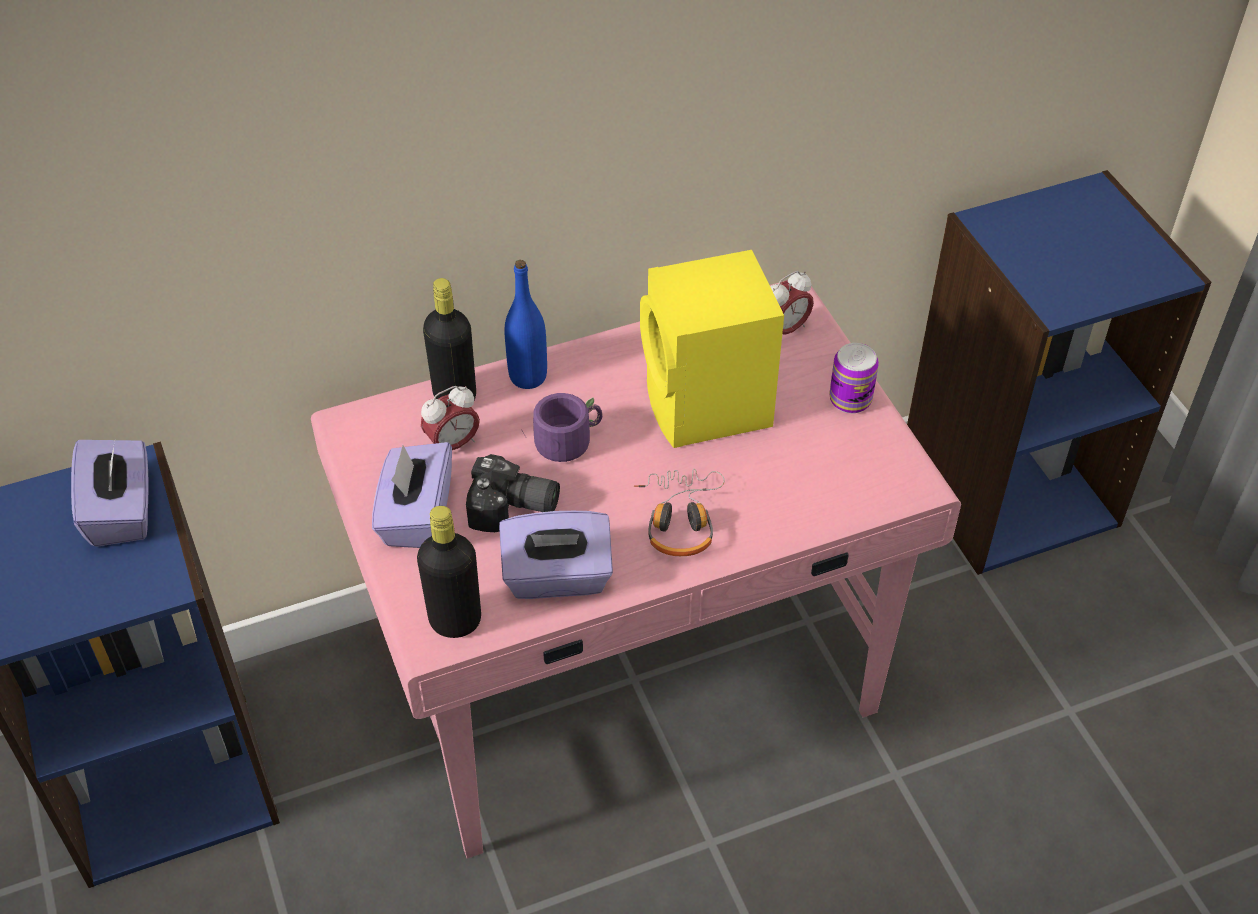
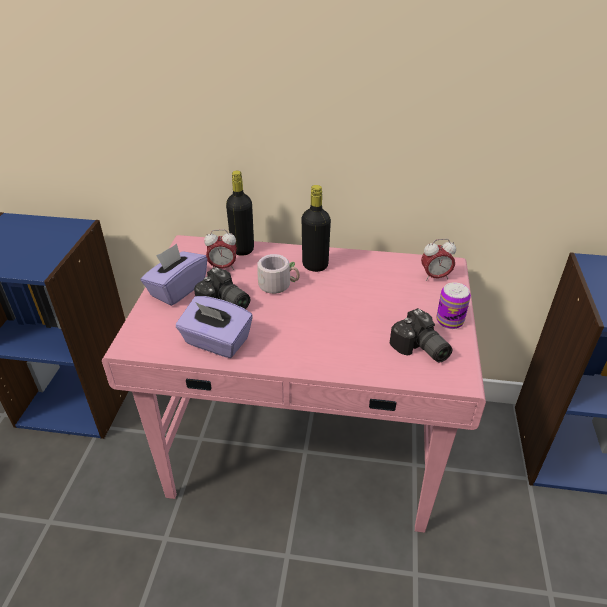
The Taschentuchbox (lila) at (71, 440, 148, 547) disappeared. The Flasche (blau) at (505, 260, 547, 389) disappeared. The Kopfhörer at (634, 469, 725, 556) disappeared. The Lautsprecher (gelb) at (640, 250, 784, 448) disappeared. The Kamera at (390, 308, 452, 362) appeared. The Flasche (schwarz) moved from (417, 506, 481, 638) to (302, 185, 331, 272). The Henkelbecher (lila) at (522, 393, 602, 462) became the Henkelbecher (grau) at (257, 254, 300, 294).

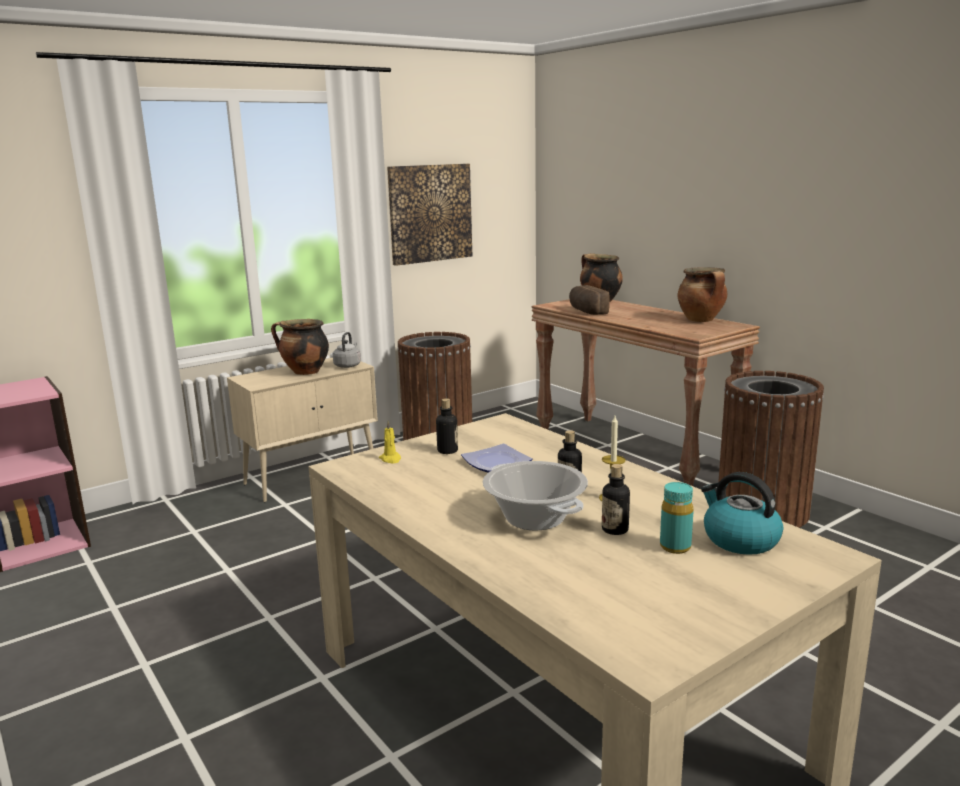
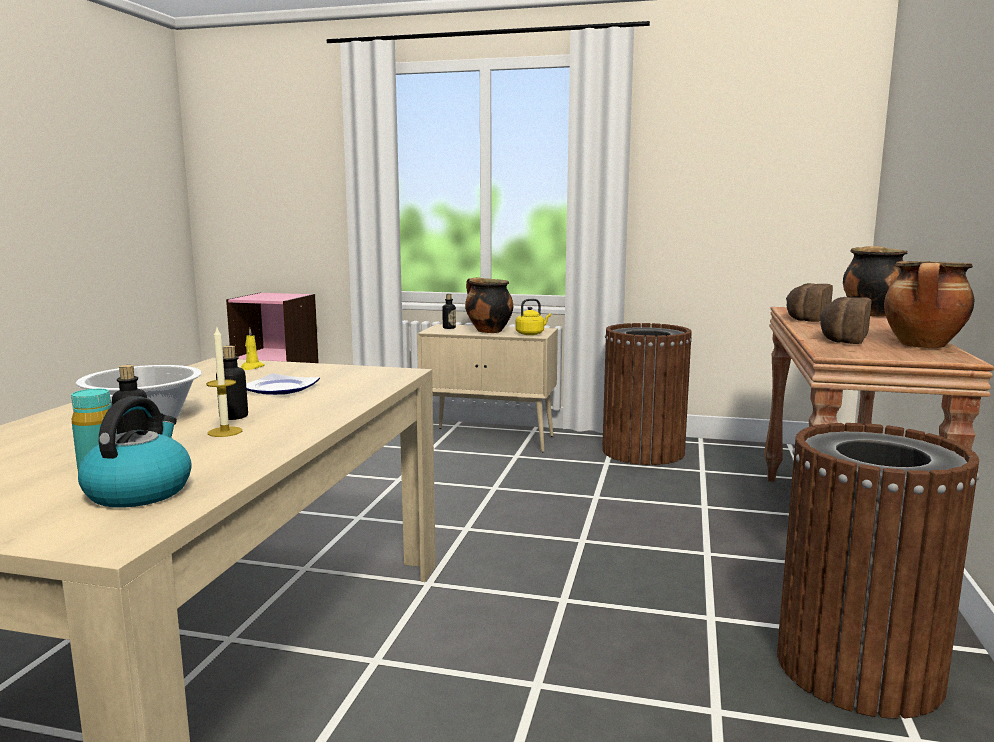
The Bild at (387, 164, 472, 266) disappeared. The Brot at (819, 297, 872, 344) appeared. The Flasche moved from (436, 398, 458, 454) to (442, 294, 456, 329). The Wasserkessel (grau) at (333, 332, 361, 368) became the Wasserkessel (gelb) at (516, 299, 551, 335).

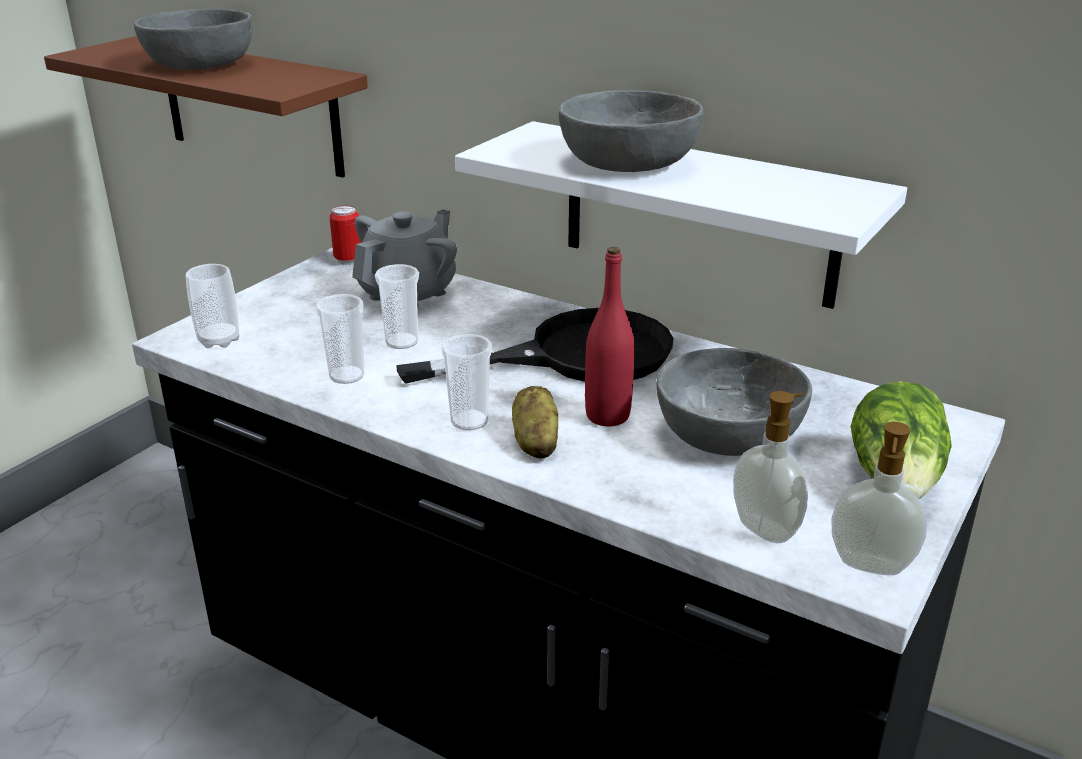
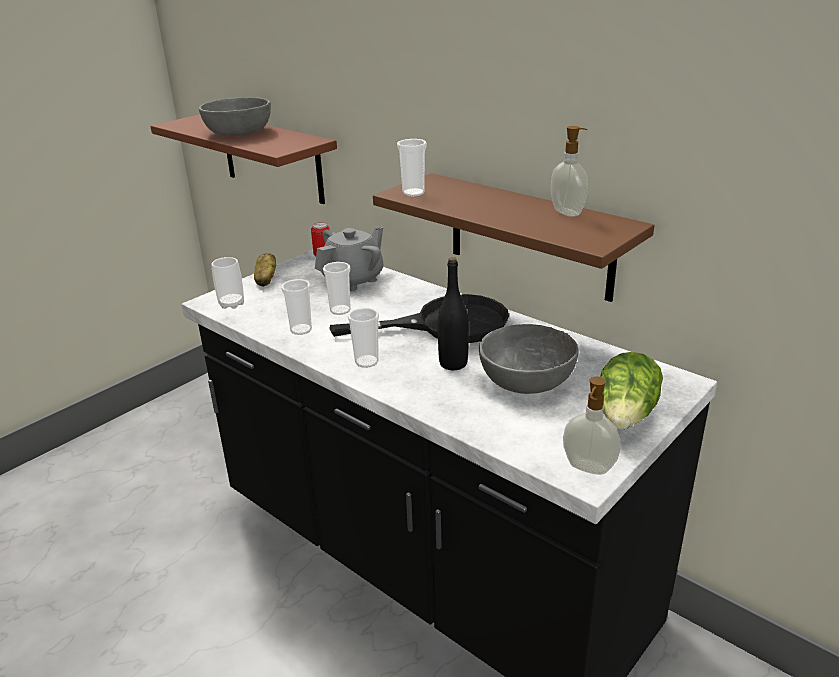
The Schüssel (grau) at (558, 90, 703, 172) disappeared. The Tasse at (397, 139, 427, 196) appeared. The Kartoffel moved from (512, 386, 558, 458) to (254, 253, 276, 287). The Seifenspender moved from (733, 391, 808, 543) to (551, 126, 588, 217). The Wandregal (weiß) at (455, 121, 907, 309) became the Wandregal (braun) at (373, 173, 654, 302). The Flasche (rot) at (585, 247, 635, 426) became the Flasche (schwarz) at (438, 257, 469, 370).

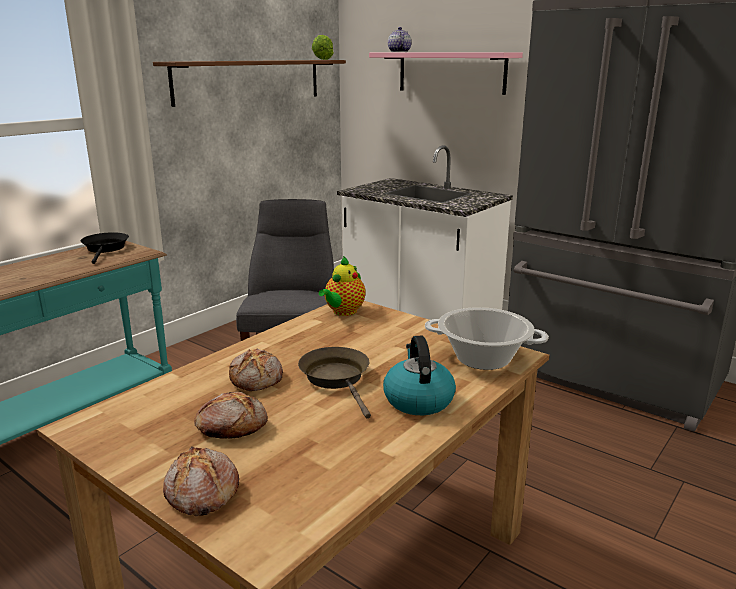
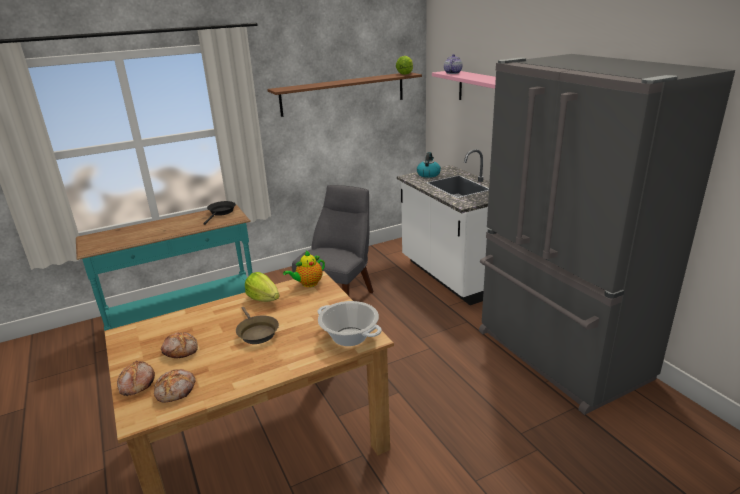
The Salatkopf at (245, 272, 279, 302) appeared. The Brot moved from (229, 349, 283, 391) to (154, 369, 196, 402). The Wasserkessel moved from (383, 336, 456, 415) to (417, 152, 441, 178). The Pfanne (braun) at (298, 347, 371, 419) turned 150 degrees clockwise.

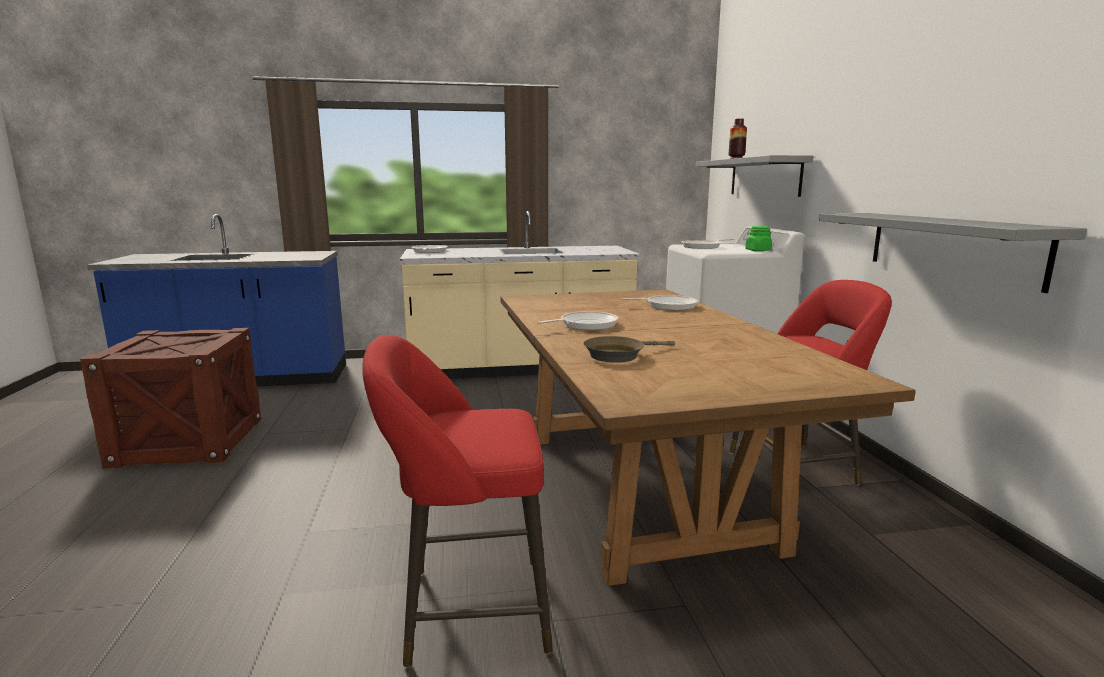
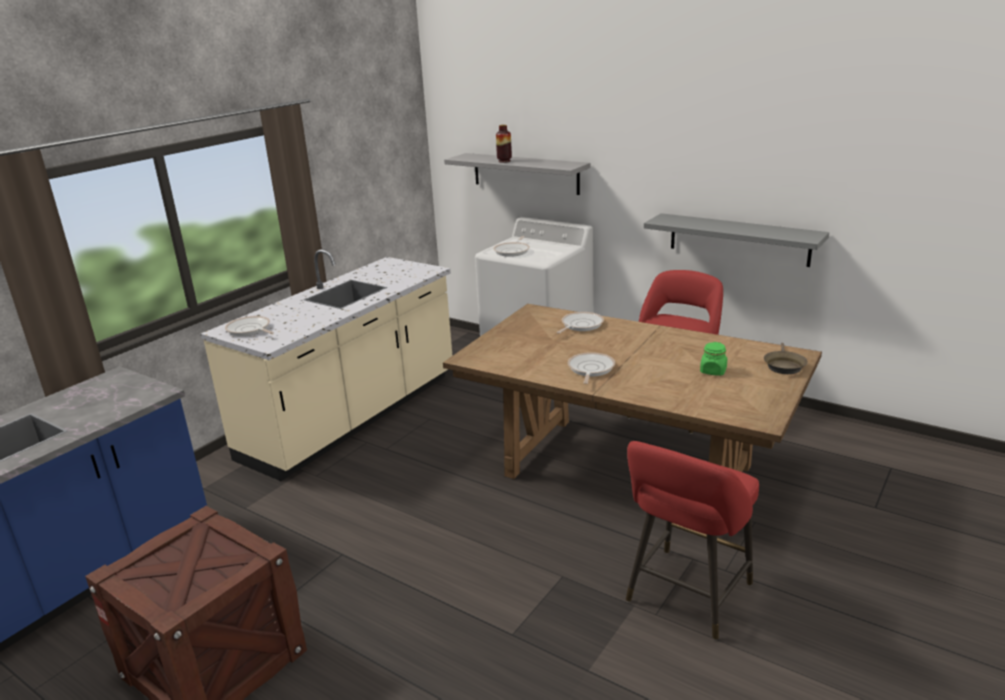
The Pfanne (braun) moved from (583, 336, 675, 363) to (764, 343, 808, 374). The Vorratsglas (grün) moved from (745, 226, 772, 252) to (700, 342, 727, 376).

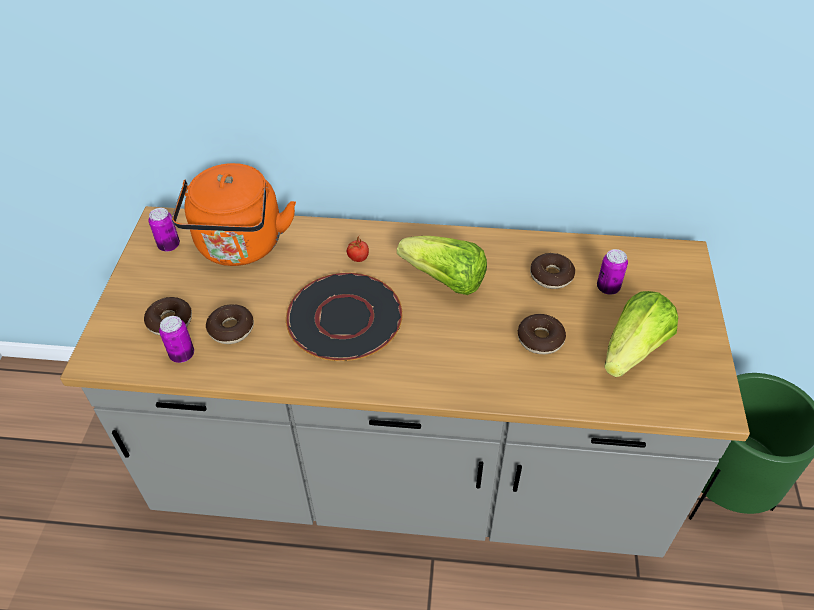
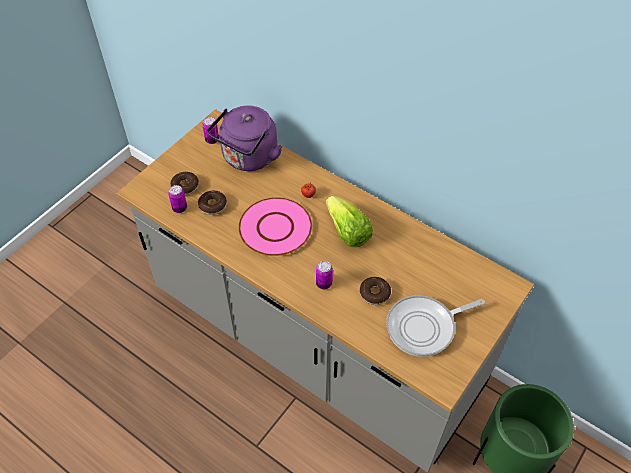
The Donut at (530, 253, 575, 289) disappeared. The Dose moved from (597, 249, 628, 295) to (316, 261, 333, 289). The Salatkopf at (604, 291, 678, 377) was replaced by the Pfanne at (387, 295, 485, 357). The Wasserkessel (orange) at (172, 163, 296, 266) became the Wasserkessel (lila) at (207, 106, 283, 171). The Teller (schwarz) at (286, 273, 403, 361) became the Teller (rosa) at (238, 197, 312, 256).

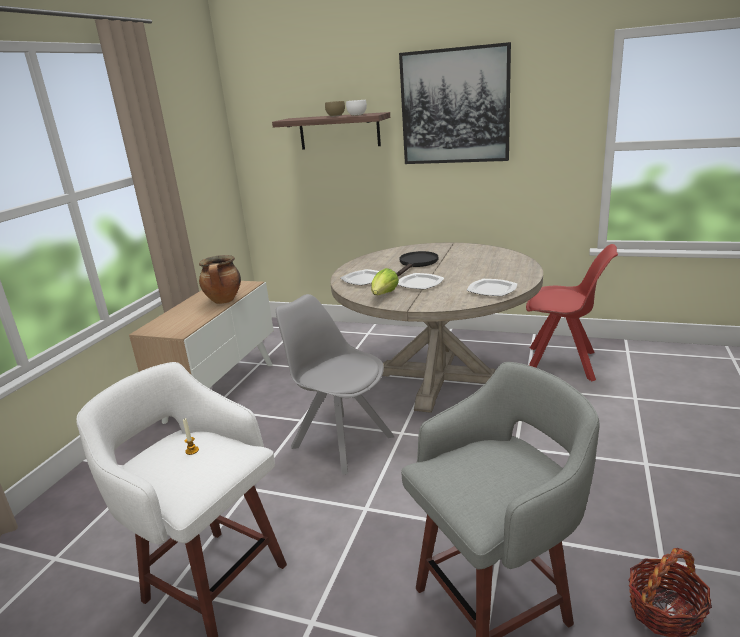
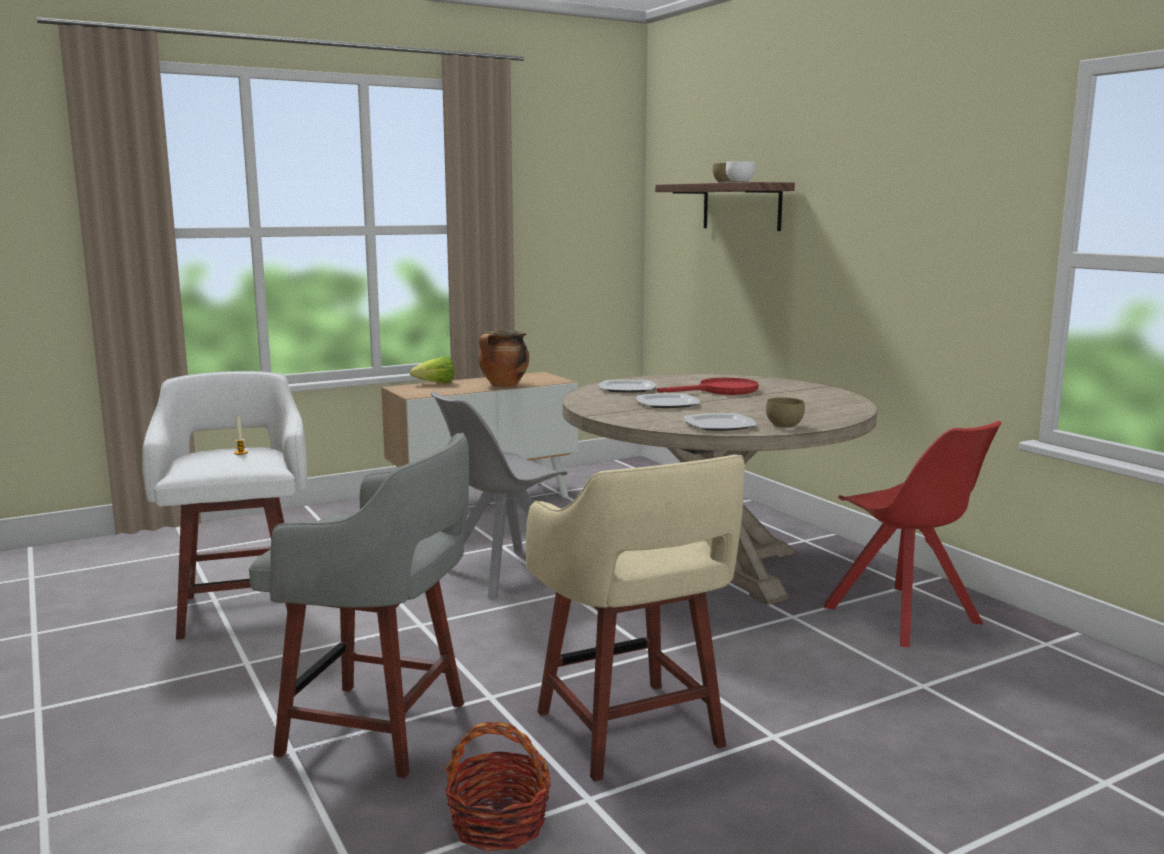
The Bild at (399, 42, 511, 164) disappeared. The Hocker (beige) at (526, 455, 745, 781) appeared. The Schüssel (braun) at (766, 397, 805, 428) appeared. The Salatkopf moved from (371, 268, 399, 295) to (410, 356, 454, 383). The Pfanne (schwarz) at (396, 251, 438, 276) became the Pfanne (rot) at (657, 378, 759, 395). The Stuhl (grau) at (276, 294, 394, 475) turned 120 degrees counterclockwise.

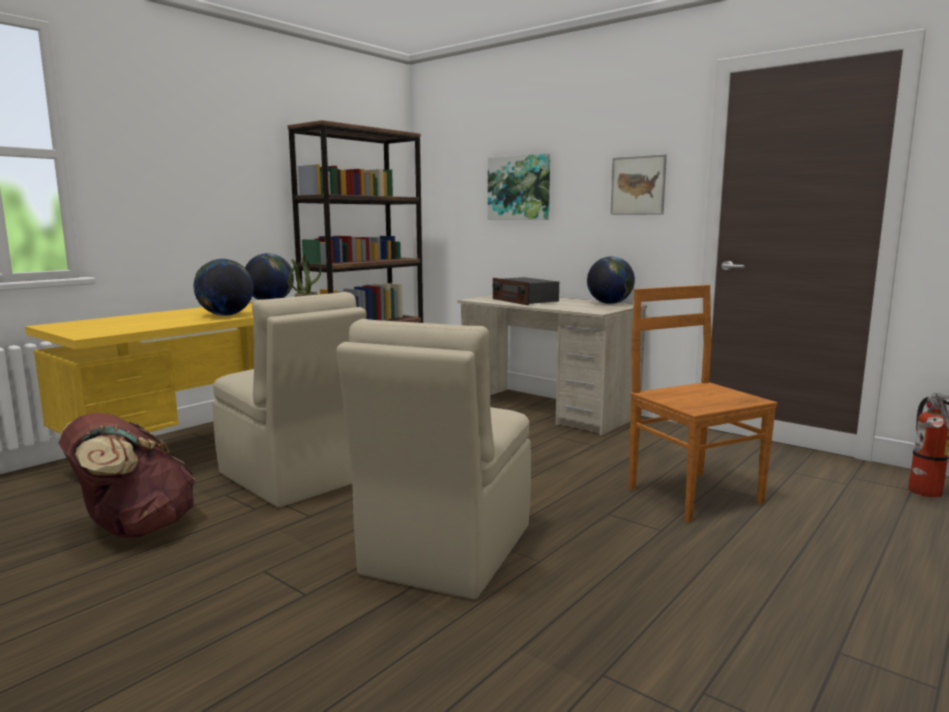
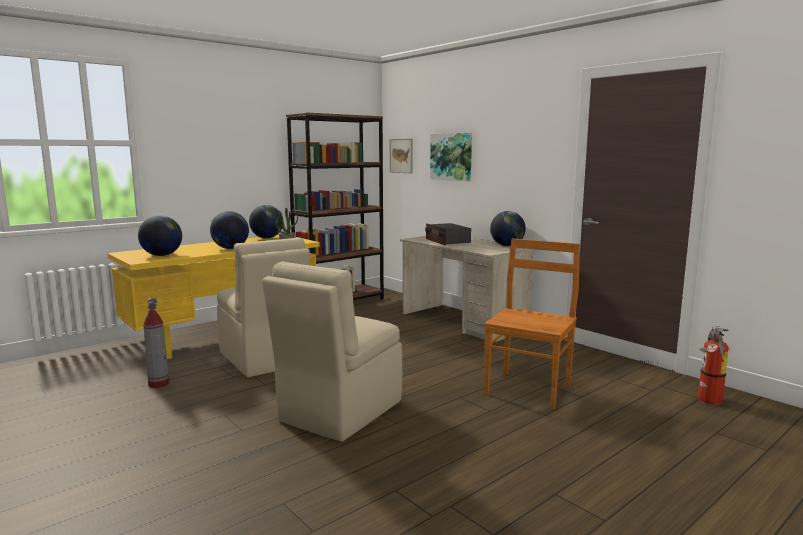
The Globus at (138, 215, 182, 256) appeared. The Bild moved from (610, 154, 667, 215) to (390, 139, 413, 173). The Rucksack (braun) at (59, 413, 196, 538) was replaced by the Feuerlöscher at (143, 297, 169, 388). The Stuhl (braun) at (629, 285, 778, 522) turned 45 degrees clockwise.

